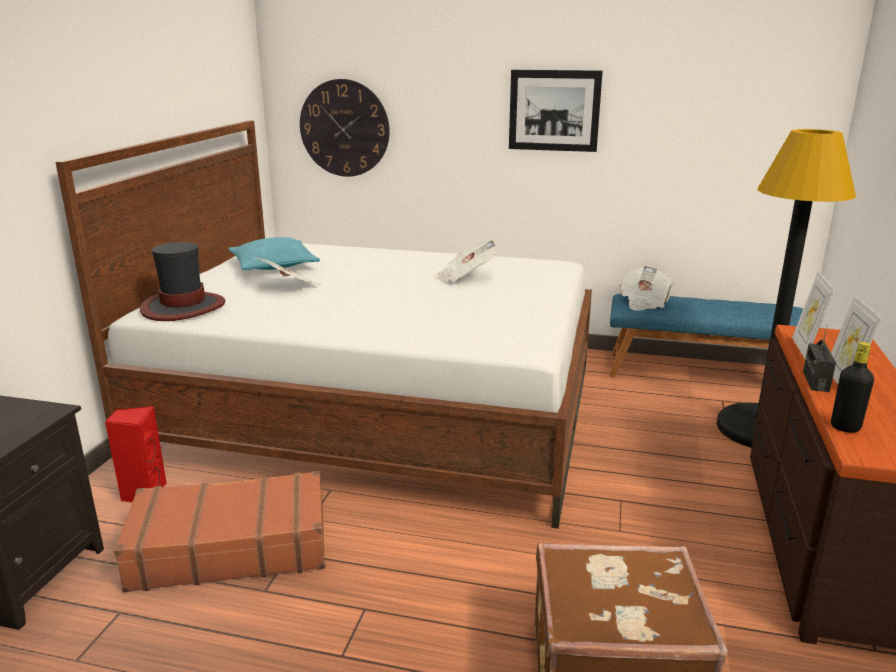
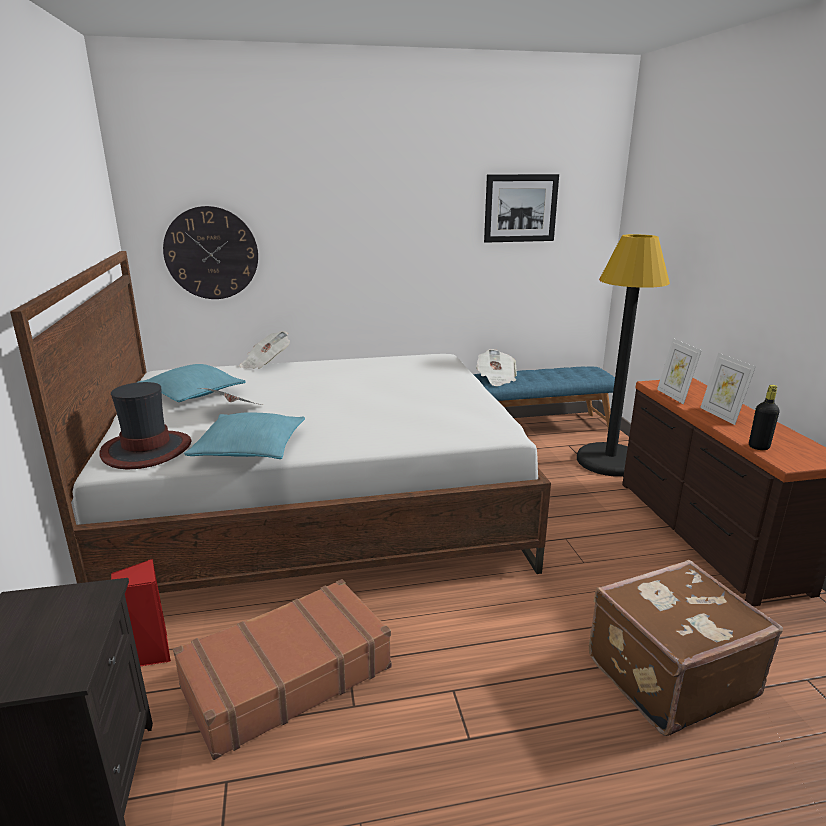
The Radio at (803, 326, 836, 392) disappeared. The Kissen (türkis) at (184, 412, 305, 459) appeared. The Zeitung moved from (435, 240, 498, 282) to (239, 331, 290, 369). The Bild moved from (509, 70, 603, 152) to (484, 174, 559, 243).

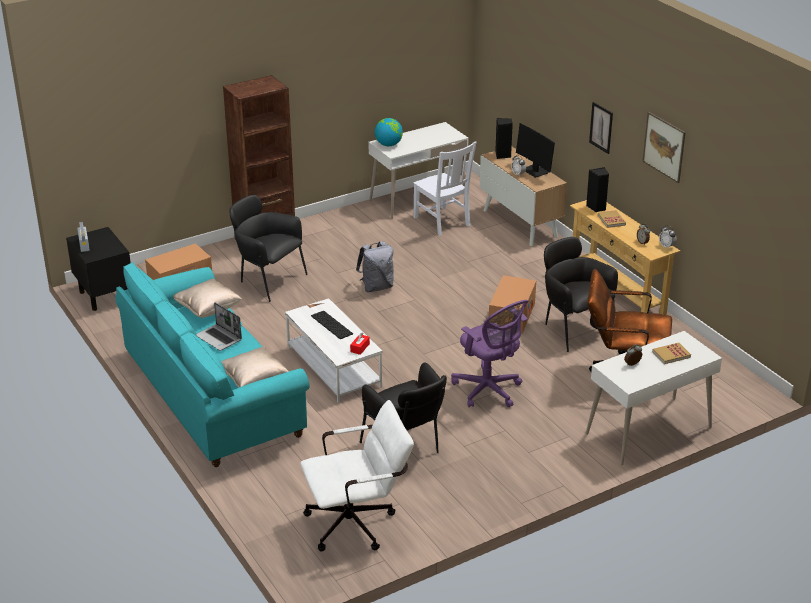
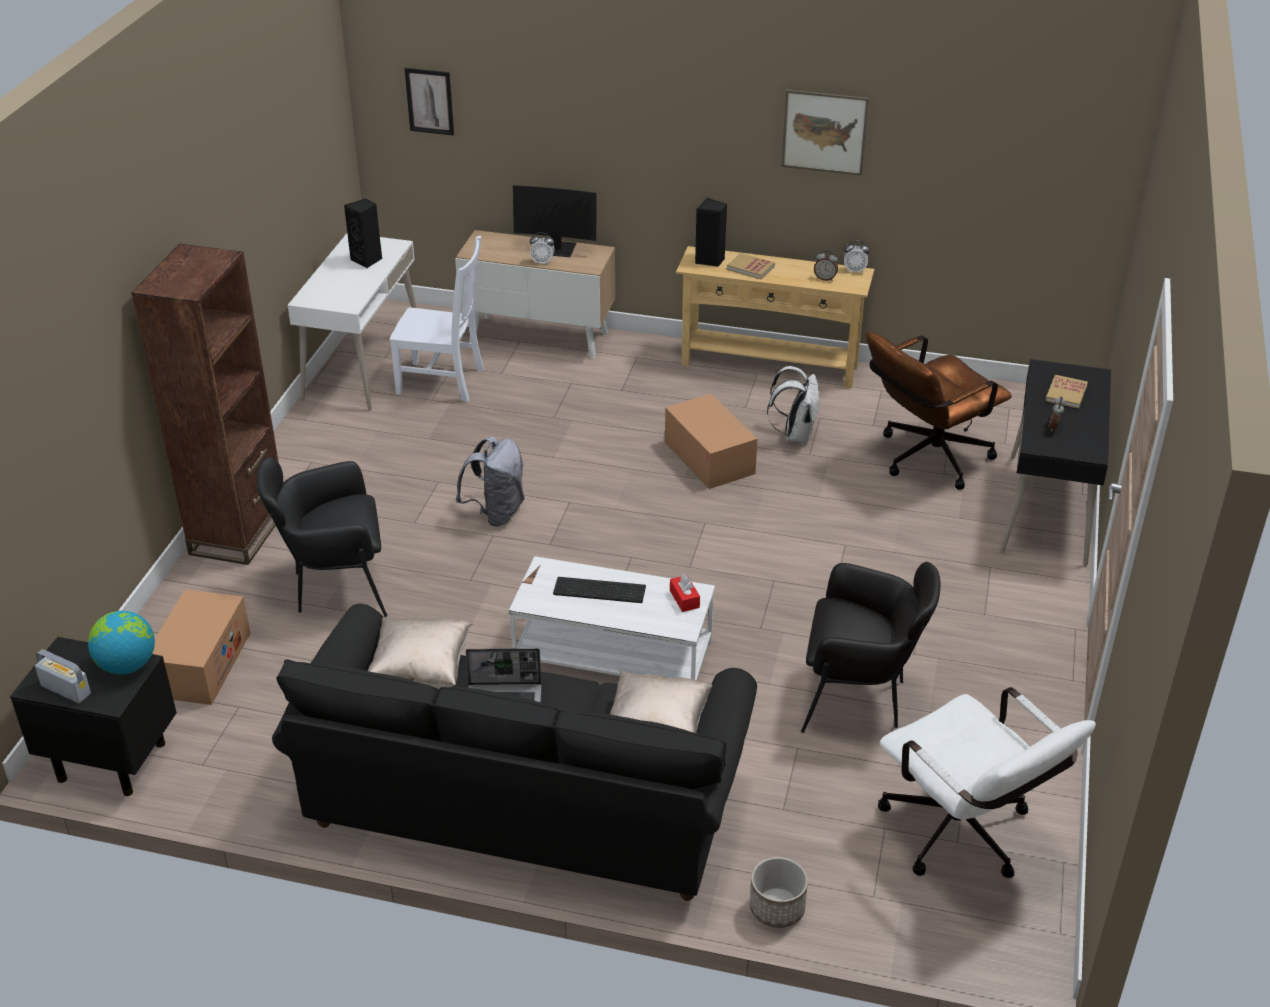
The Bürostuhl (lila) at (451, 300, 529, 407) disappeared. The Pflanzkübel at (750, 857, 808, 928) appeared. The Globus moved from (375, 118, 403, 146) to (88, 611, 155, 674). The Lautsprecher (schwarz) moved from (495, 118, 513, 159) to (344, 198, 383, 269). The Bild moved from (589, 102, 613, 154) to (405, 68, 454, 136). The Sessel (schwarz) at (544, 237, 618, 352) was replaced by the Rucksack (weiß) at (767, 366, 820, 444). The Sofa (türkis) at (115, 262, 310, 467) became the Sofa (schwarz) at (272, 604, 757, 901). The Schreibtisch (weiß) at (586, 331, 722, 465) became the Schreibtisch (schwarz) at (1000, 359, 1111, 566). The Bürostuhl (weiß) at (300, 400, 414, 552) turned 120 degrees clockwise.

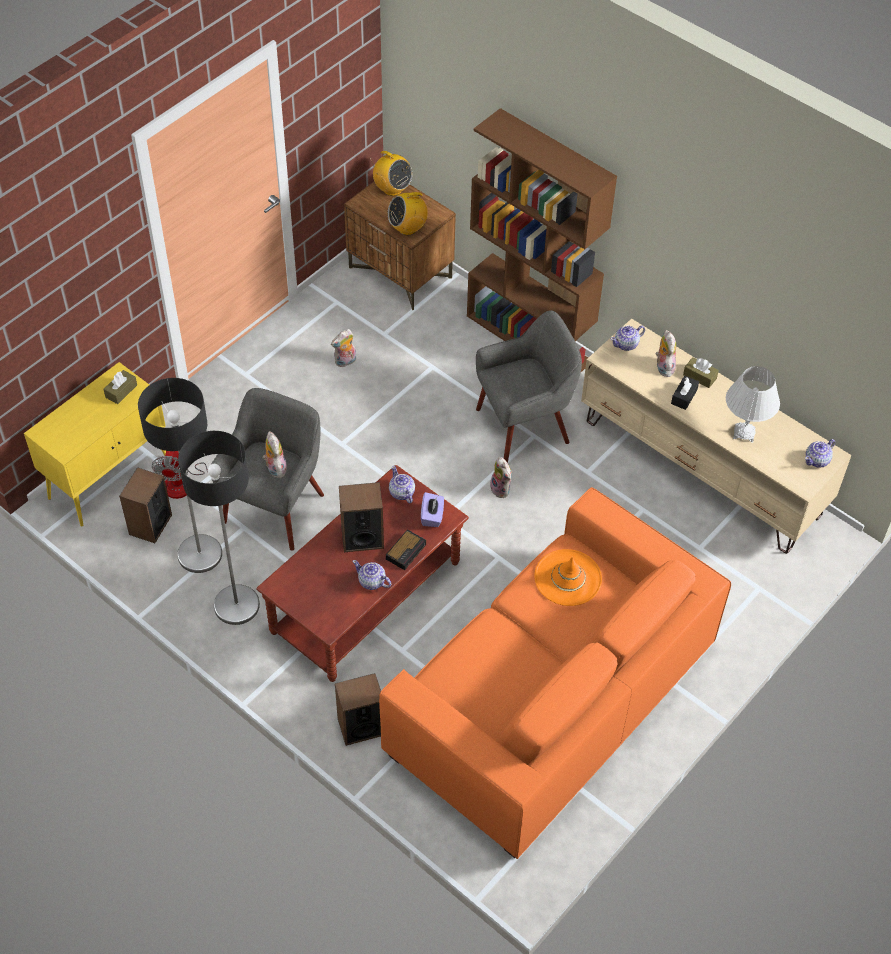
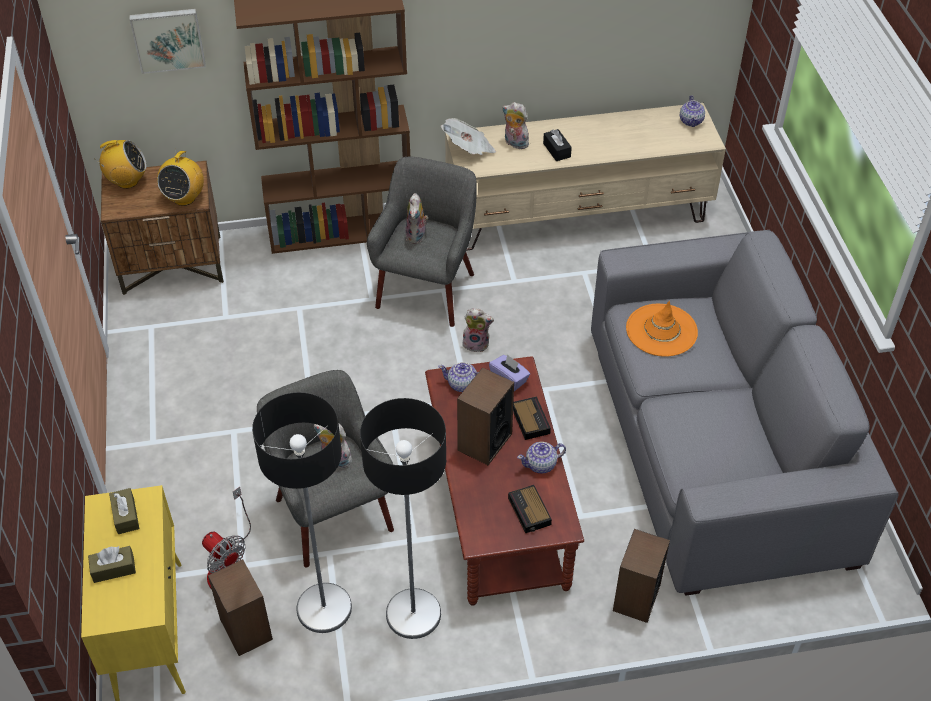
The Tischlampe (weiß) at (726, 366, 780, 443) disappeared. The Bild at (130, 9, 206, 74) appeared. The Wecker at (508, 485, 552, 533) appeared. The Plüschtier moved from (331, 329, 356, 367) to (405, 193, 429, 244). The Taschentuchbox (braun) moved from (683, 357, 719, 388) to (88, 546, 136, 583). The Teekanne at (610, 325, 645, 351) was replaced by the Zeitung at (441, 118, 496, 155). The Sofa (orange) at (379, 487, 731, 859) became the Sofa (grau) at (591, 230, 898, 596).

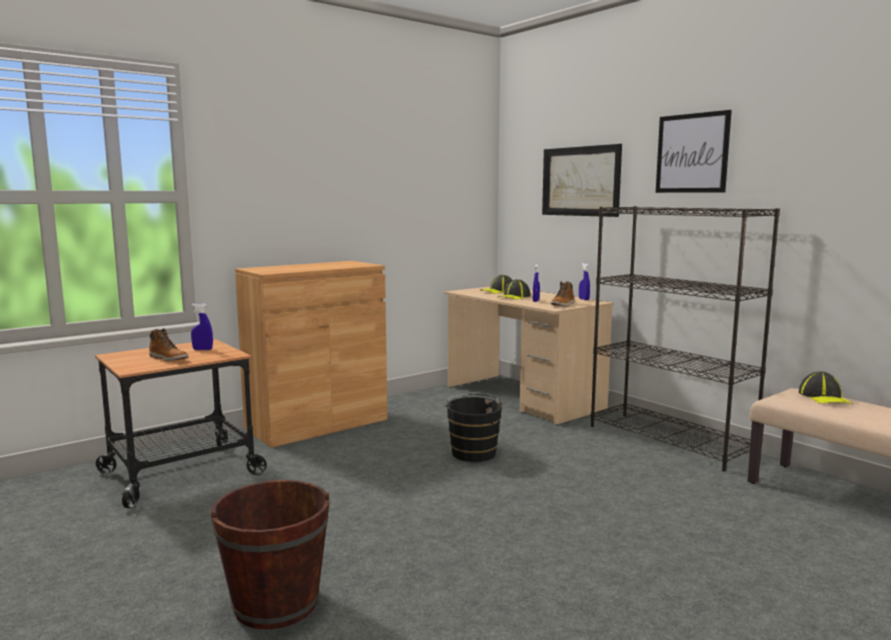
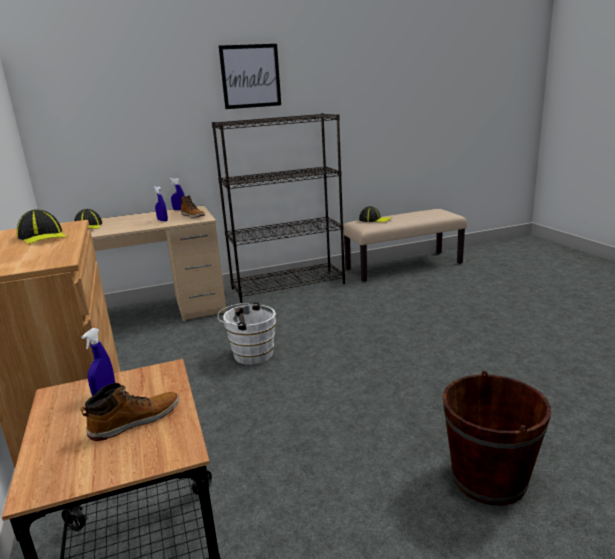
The Bild at (542, 144, 622, 217) disappeared. The Kappe moved from (497, 279, 531, 300) to (17, 209, 67, 245). The Eimer (schwarz) at (444, 394, 505, 462) became the Eimer (weiß) at (218, 302, 276, 365).

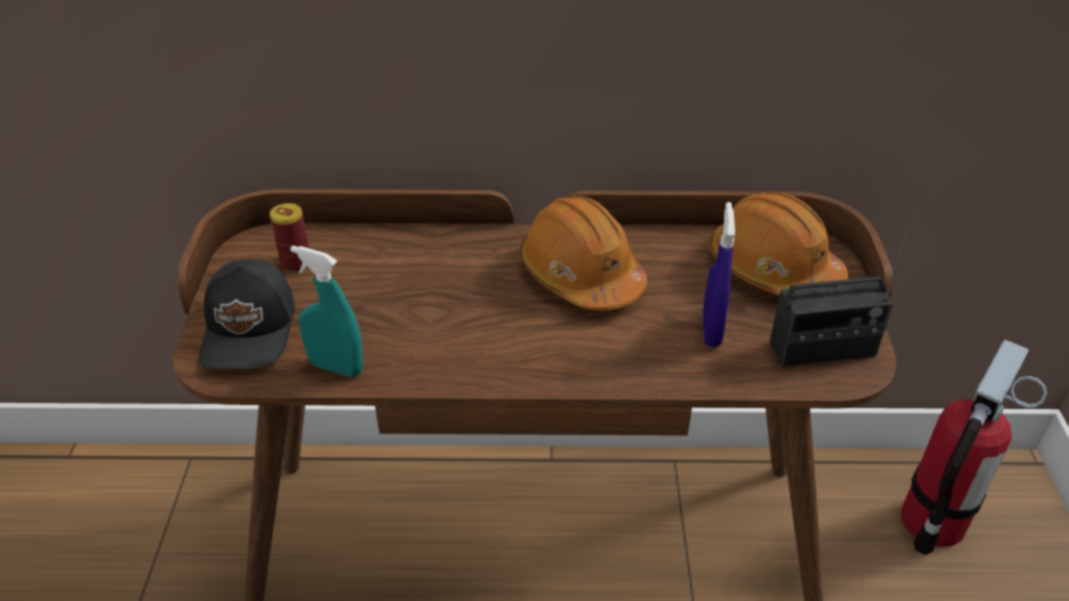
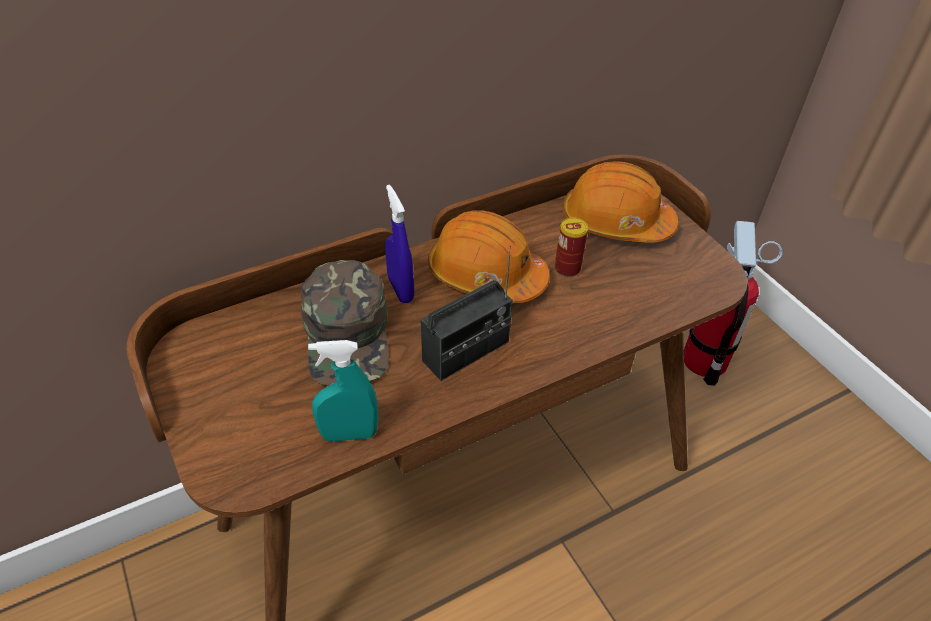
The Kappe (schwarz) at (199, 259, 295, 369) disappeared. The Kappe (grün) at (301, 260, 389, 386) appeared. The Dose moved from (270, 203, 309, 273) to (555, 218, 588, 277). The Sprühflasche (blau) moved from (703, 202, 735, 347) to (385, 185, 414, 303). The Radio moved from (770, 235, 907, 367) to (421, 245, 513, 381).

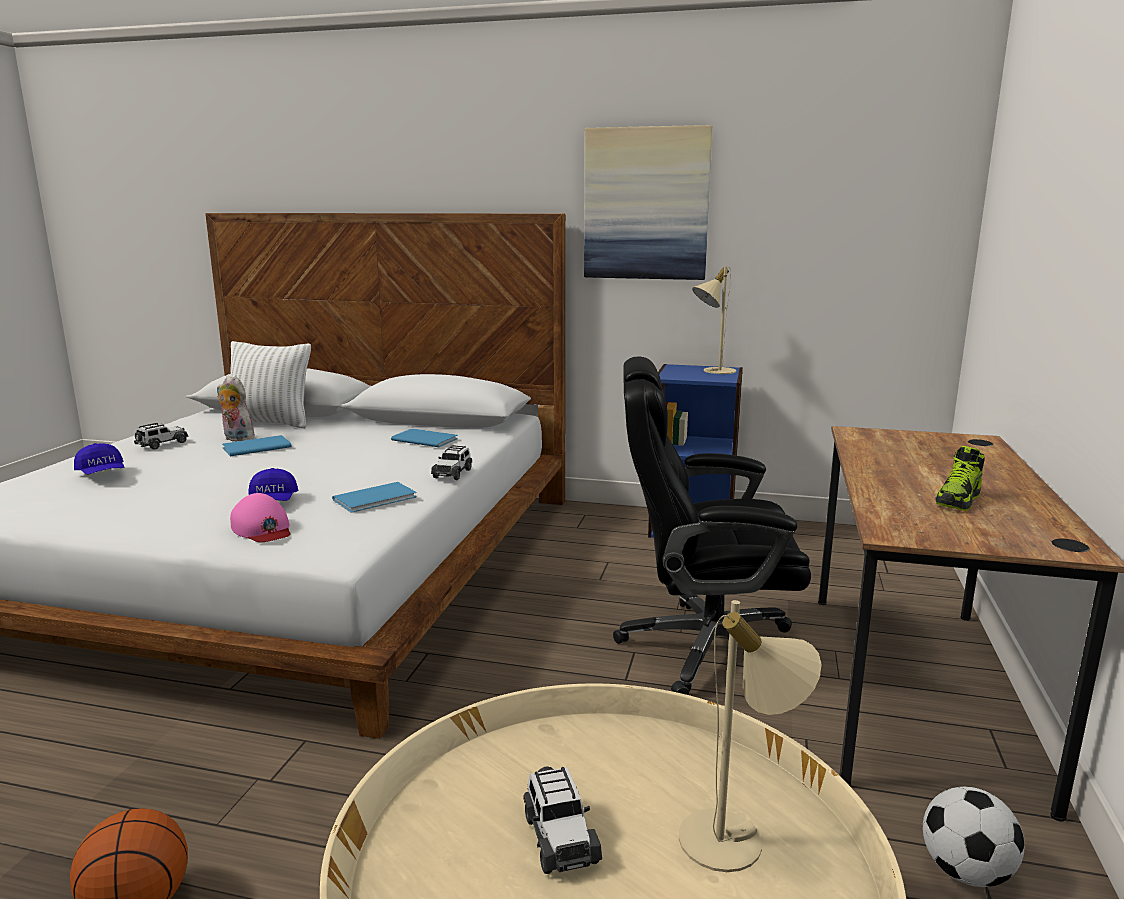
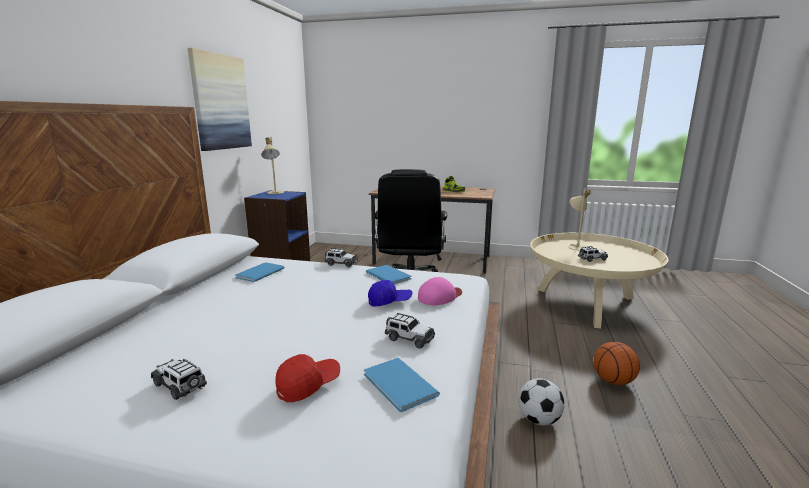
The Plüschtier at (217, 376, 255, 442) disappeared. The Kissen (weiß) at (230, 341, 311, 428) disappeared. The Spielzeugauto at (385, 313, 435, 349) appeared. The Buch (blau) moved from (222, 435, 292, 456) to (364, 358, 440, 412). The Fußball moved from (923, 786, 1025, 887) to (518, 378, 564, 425). The Kappe (blau) at (74, 443, 125, 475) became the Kappe (rot) at (275, 354, 340, 402).

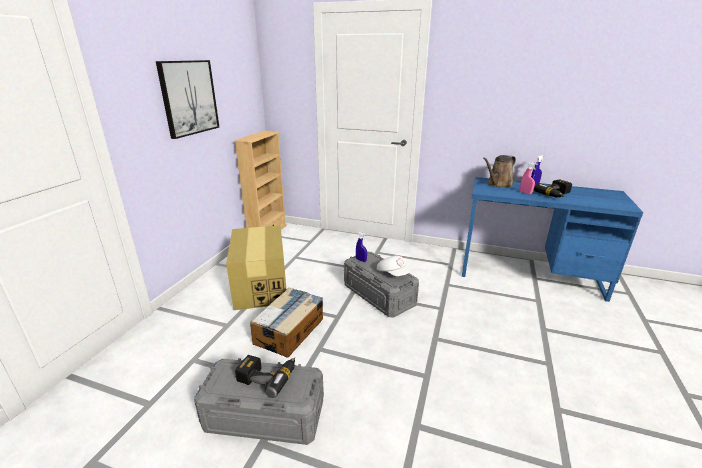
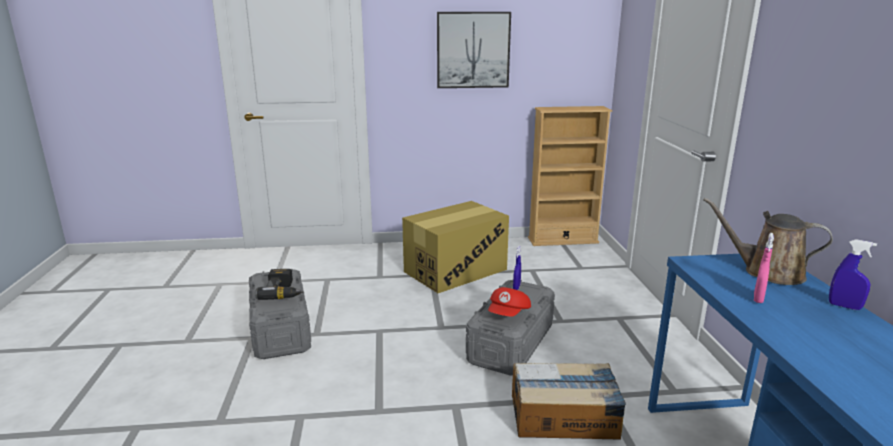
The Bohrmaschine at (533, 179, 572, 197) disappeared. The Karton moved from (250, 288, 323, 358) to (512, 363, 626, 439). The Kappe (weiß) at (377, 256, 410, 276) became the Kappe (rot) at (488, 287, 531, 317).

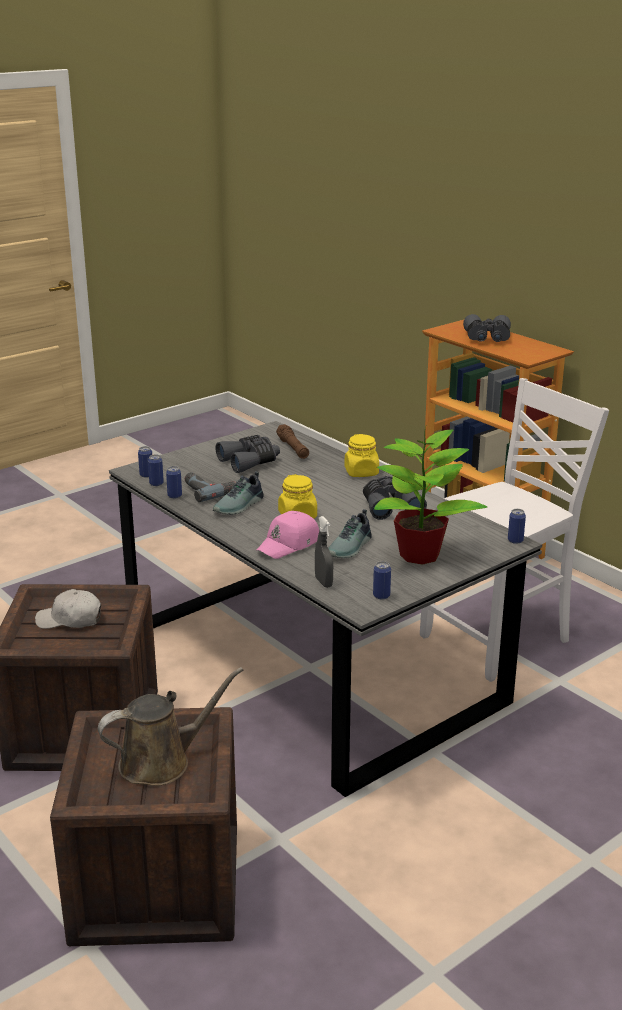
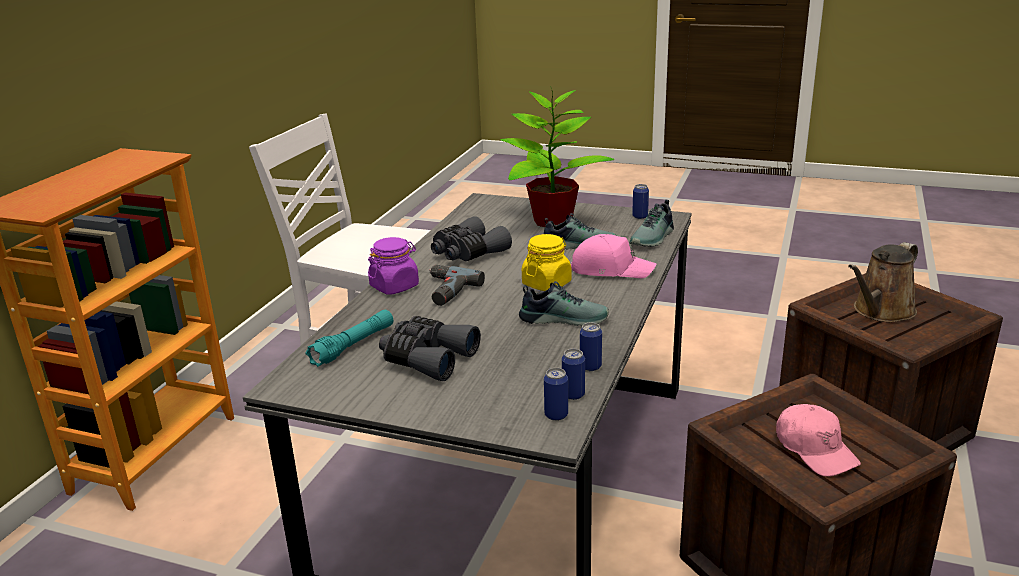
The Fernglas (grau) at (463, 314, 511, 342) disappeared. The Dose at (508, 509, 526, 544) disappeared. The Bohrmaschine moved from (185, 472, 236, 502) to (429, 265, 485, 306). The Sprühflasche (grau) at (315, 516, 333, 588) was replaced by the Schuh at (629, 200, 674, 247). The Kappe (weiß) at (35, 589, 101, 629) became the Kappe (rosa) at (776, 404, 861, 477). The Taschenlampe (braun) at (276, 424, 309, 459) became the Taschenlampe (türkis) at (305, 310, 393, 367). The Vorratsglas (gelb) at (344, 434, 379, 477) became the Vorratsglas (lila) at (368, 237, 419, 295). The Gießkanne (braun) at (98, 667, 243, 786) turned 75 degrees counterclockwise.

